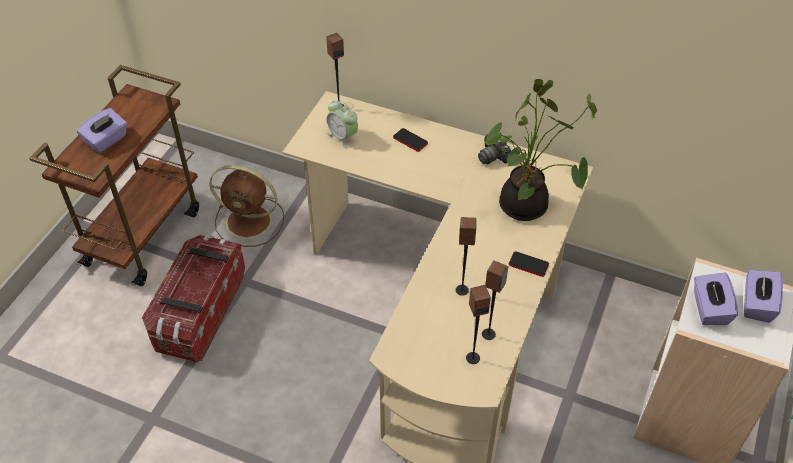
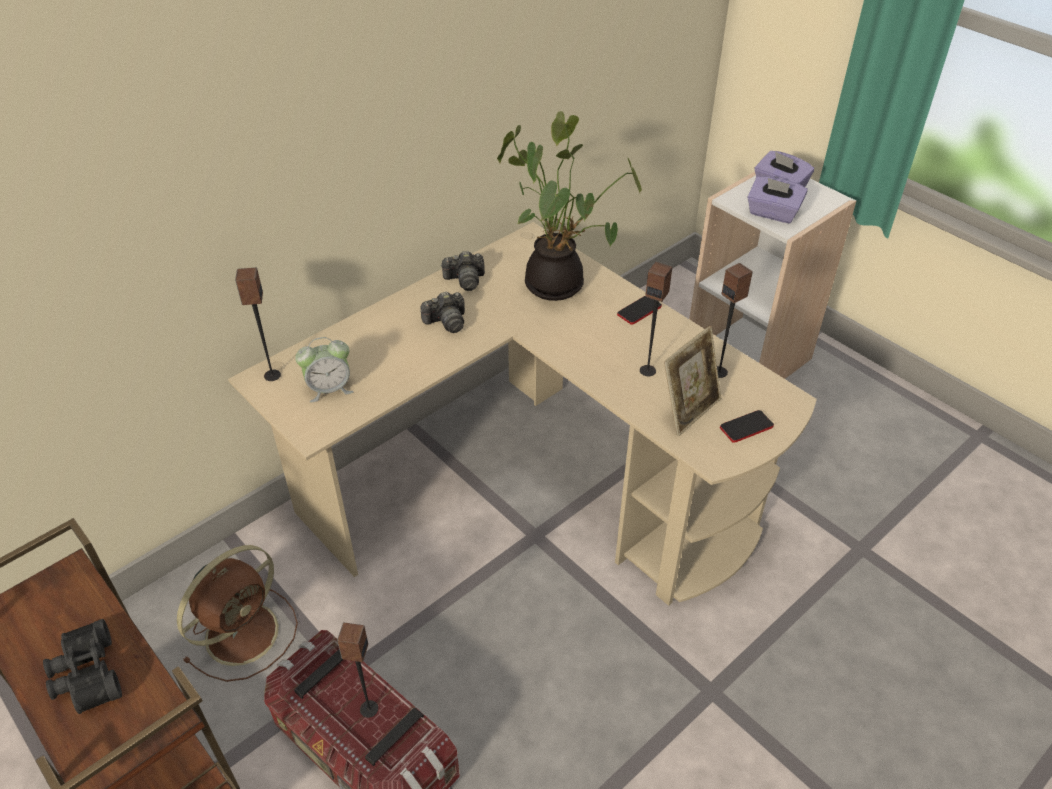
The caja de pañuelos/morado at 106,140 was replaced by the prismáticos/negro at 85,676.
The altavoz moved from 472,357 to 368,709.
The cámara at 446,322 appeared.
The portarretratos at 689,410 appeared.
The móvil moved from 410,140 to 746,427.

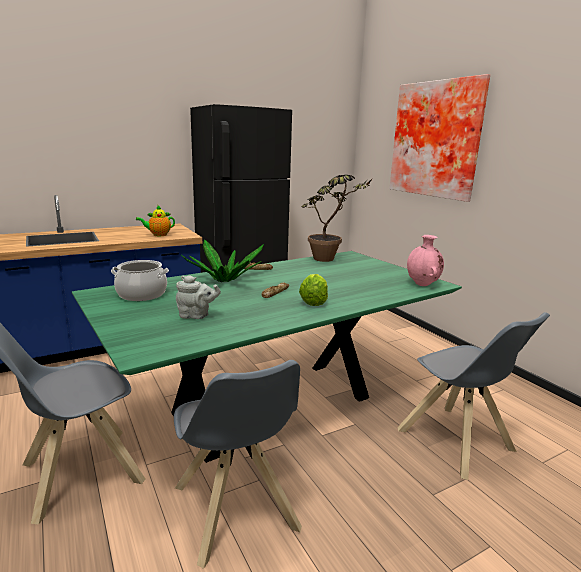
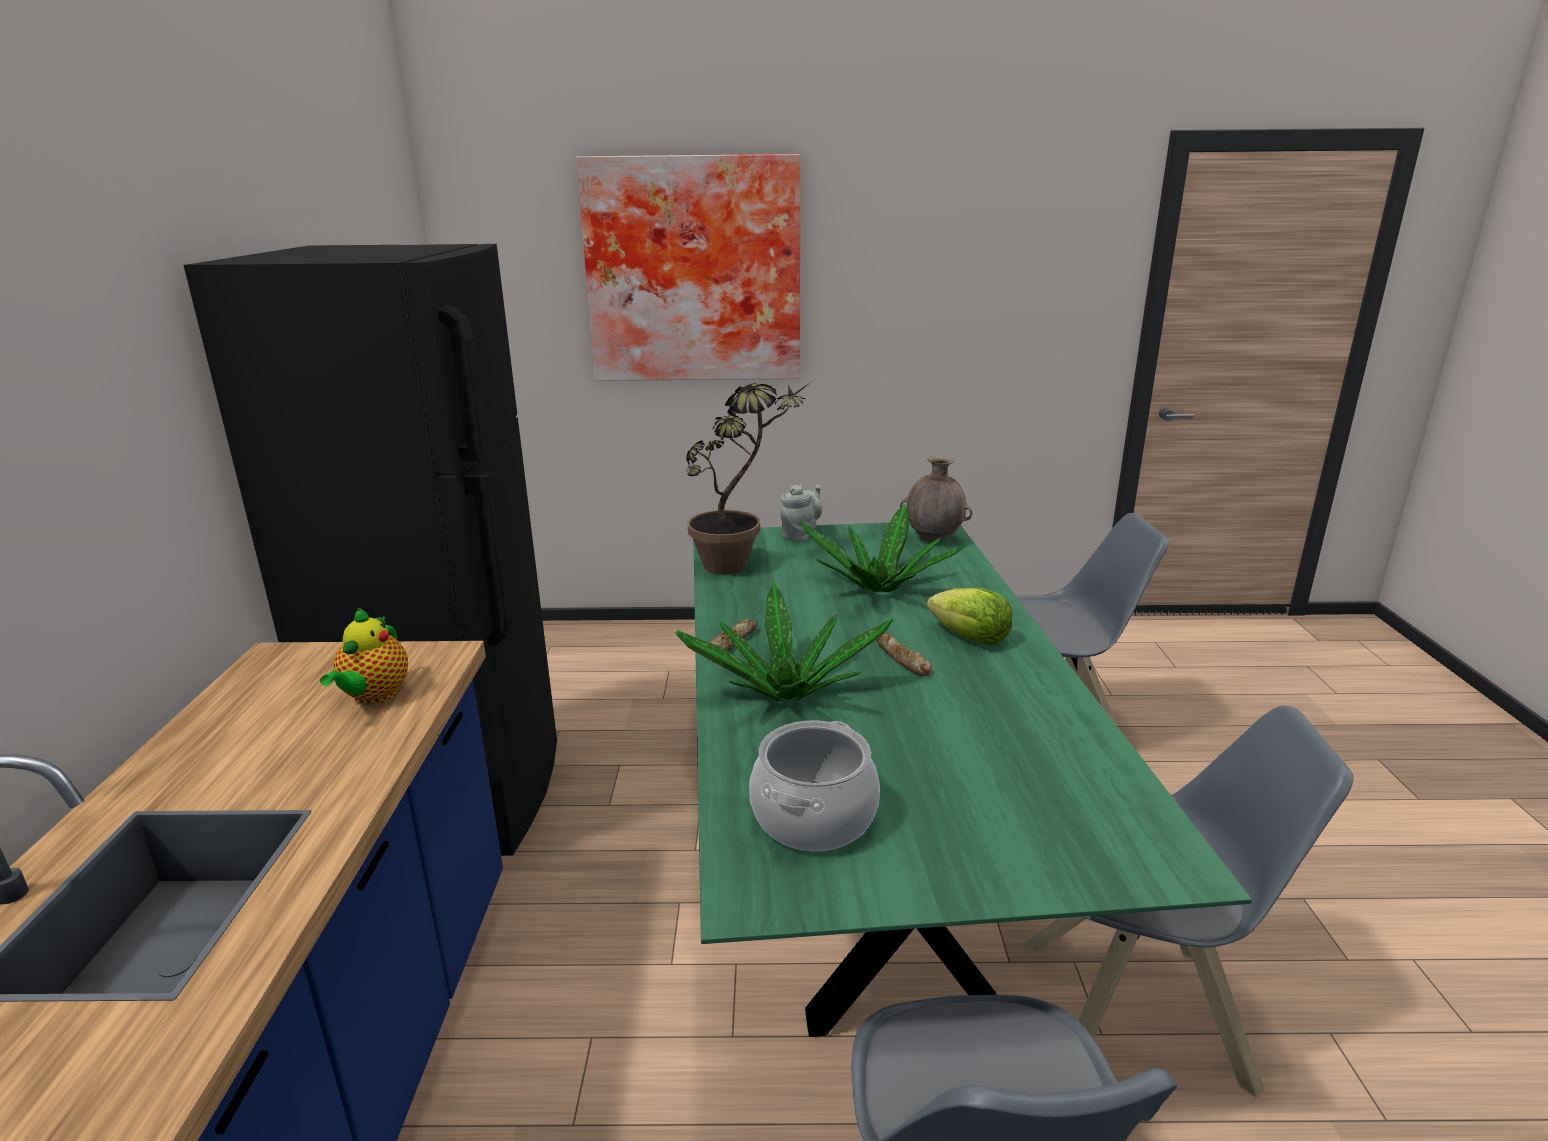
The tetera/gris moved from 196,316 to 801,534.
The planta en maceta at 878,588 appeared.
The florero/rosa at 422,284 became the florero/marrón at 934,539.

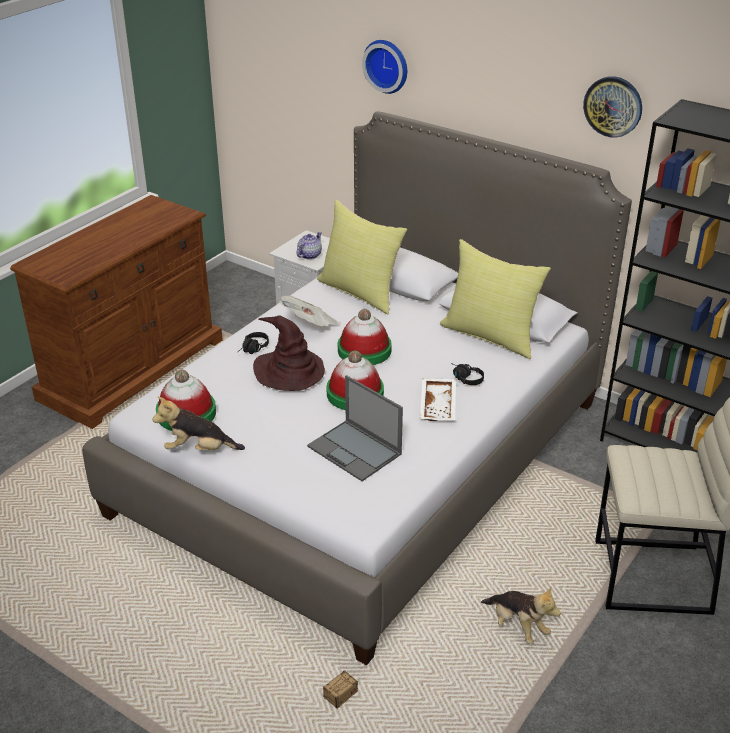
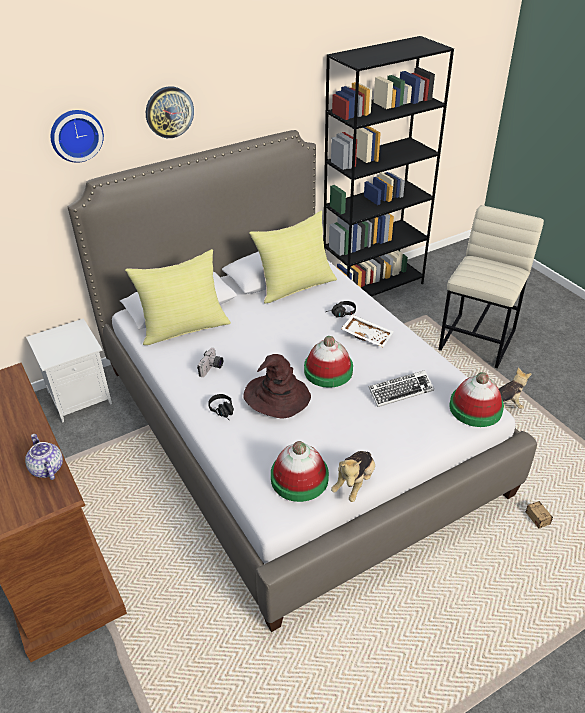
The tetera moved from 309,255 to 46,468.
The reloj de pared moved from 613,106 to 169,112.
The periódico at 310,325 was replaced by the cámara at 212,368.
The portátil at 355,451 was replaced by the teclado at 400,391.
The sombrero moved from 364,350 to 475,408.

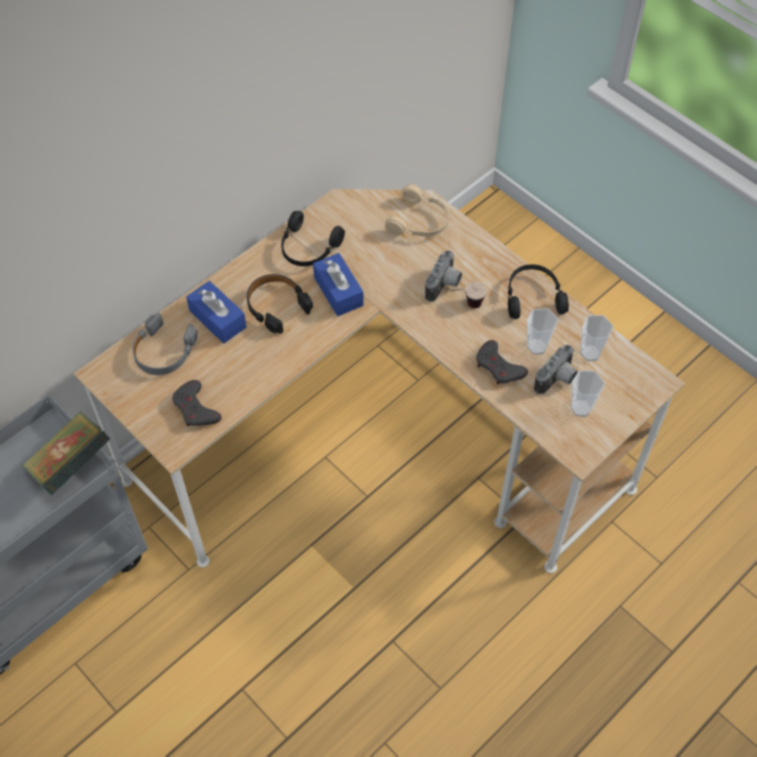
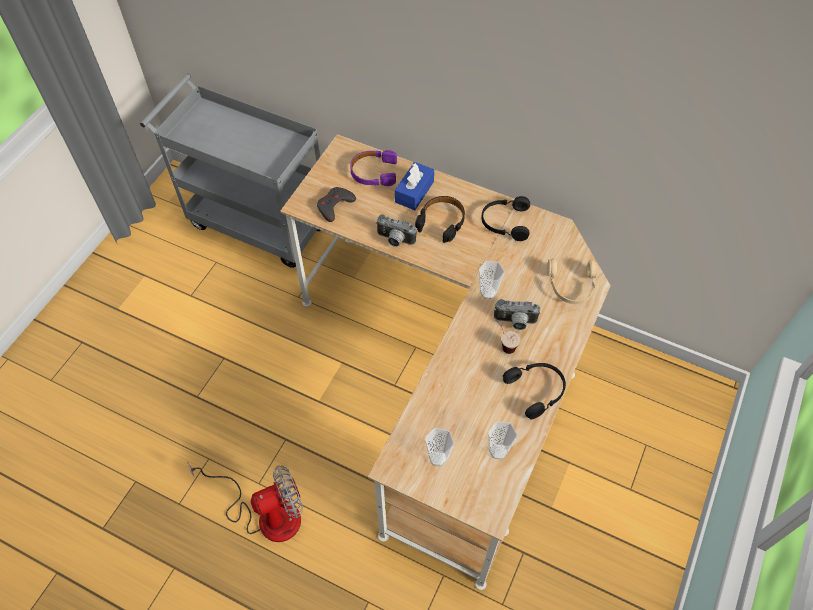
The ventilador at 266,513 appeared.
The auriculares/gris at 163,351 became the auriculares/morado at 373,172.
The cámara moved from 557,380 to 394,240.
The taza moved from 537,346 to 488,292.
The libro at 72,465 disappeared.
The caja de pañuelos/azul at 338,291 disappeared.
The mando de consola/gris at 499,367 disappeared.

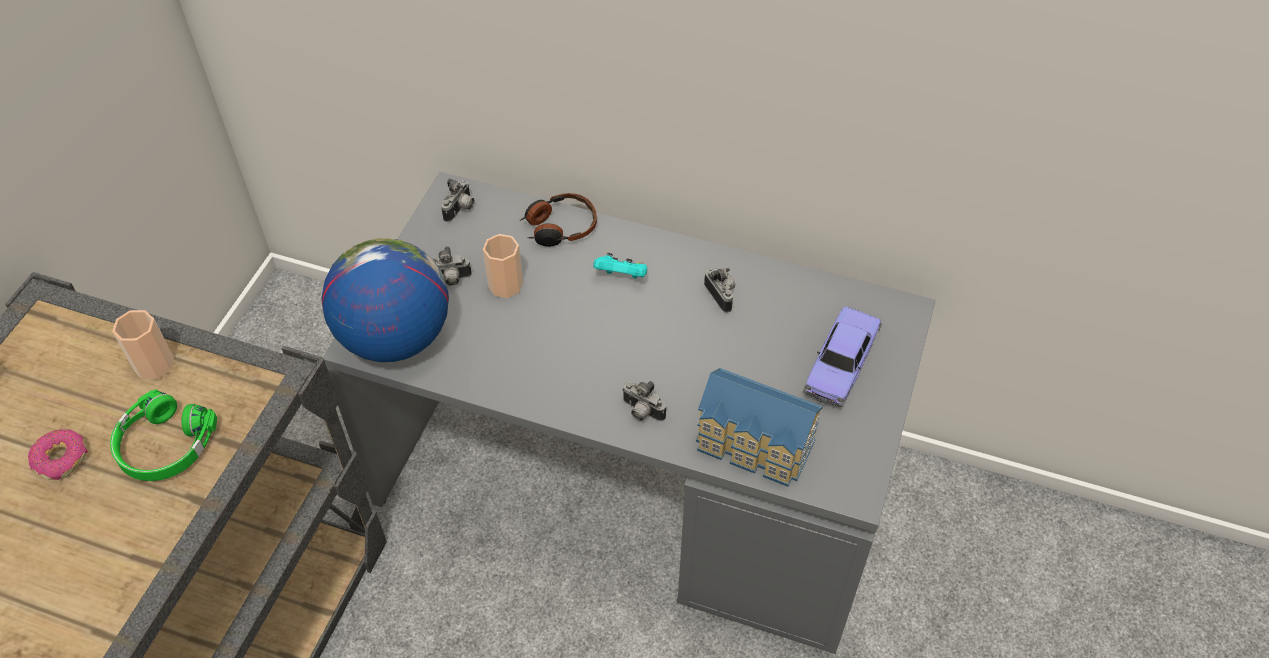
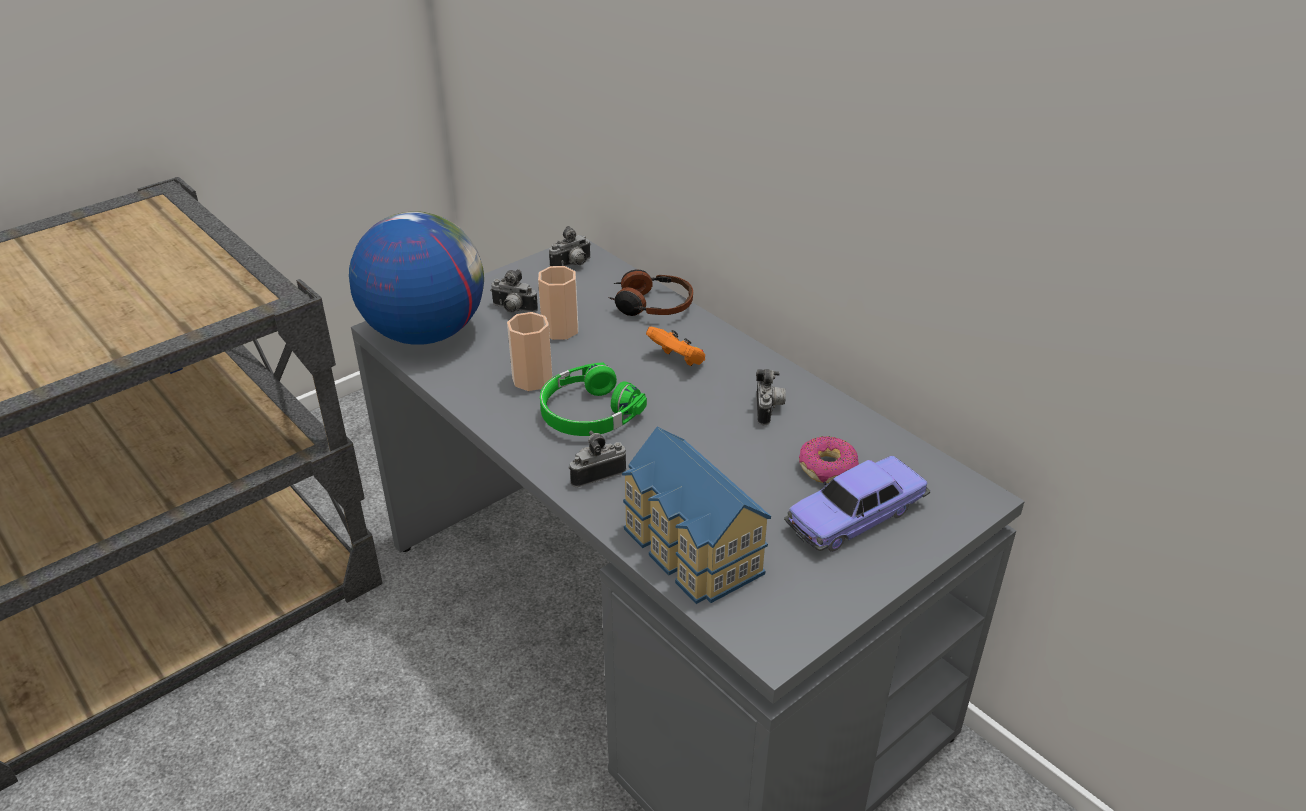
The taza moved from 154,364 to 532,379.
The auriculares/verde moved from 164,446 to 588,413.
The cámara at 641,412 turned 90 degrees clockwise.
The mando de consola/turquesa at 622,276 became the mando de consola/naranja at 677,360.
The rosquilla moved from 62,459 to 827,467.

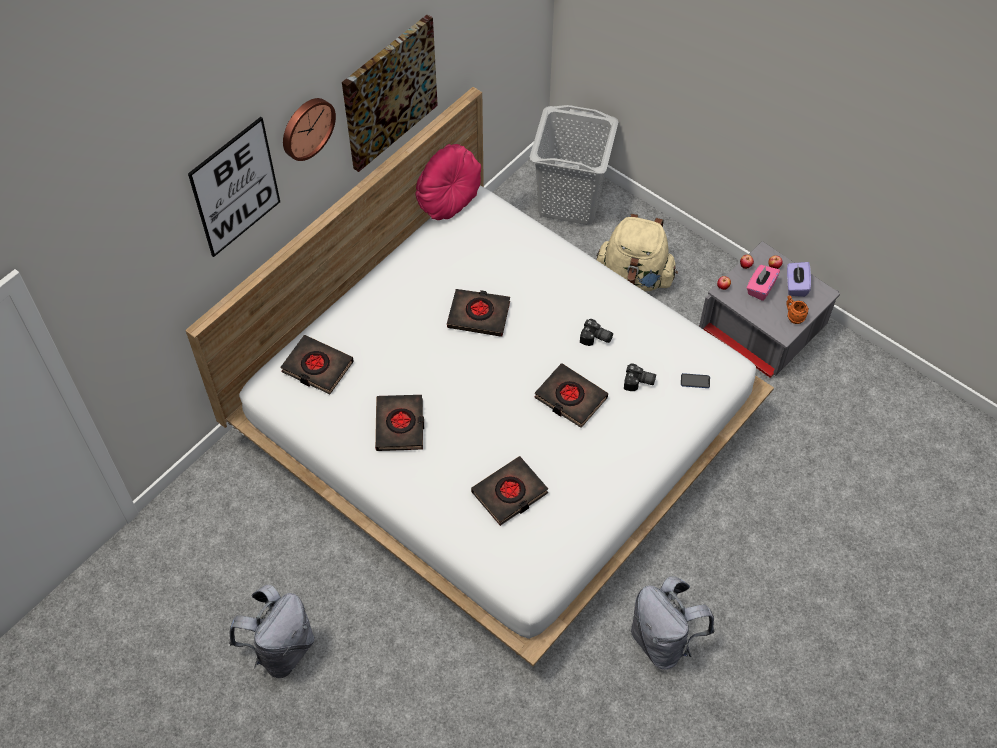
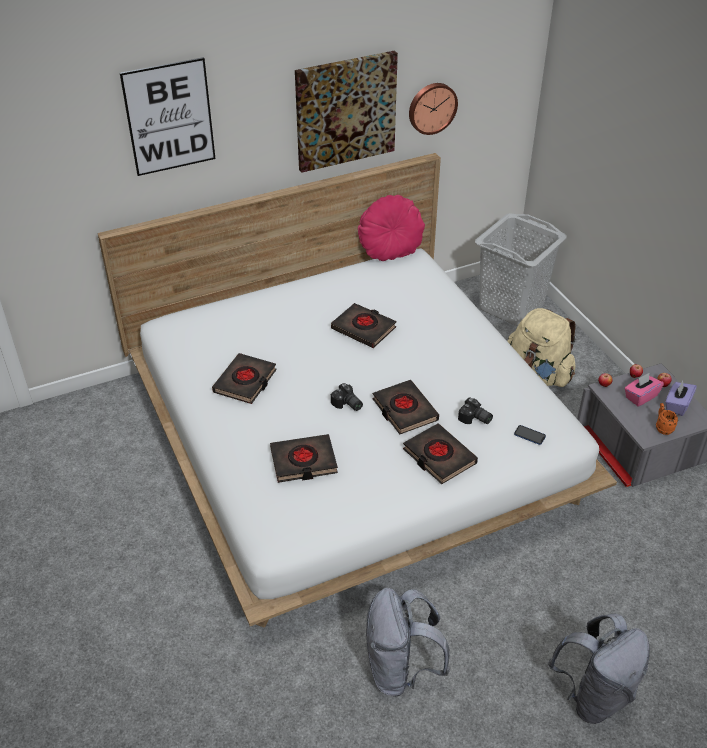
The cámara moved from 596,338 to 347,405.
The libro/negro moved from 317,367 to 439,457.
The reloj de pared moved from 306,127 to 431,107.
The mochila/gris moved from 281,649 to 594,695.

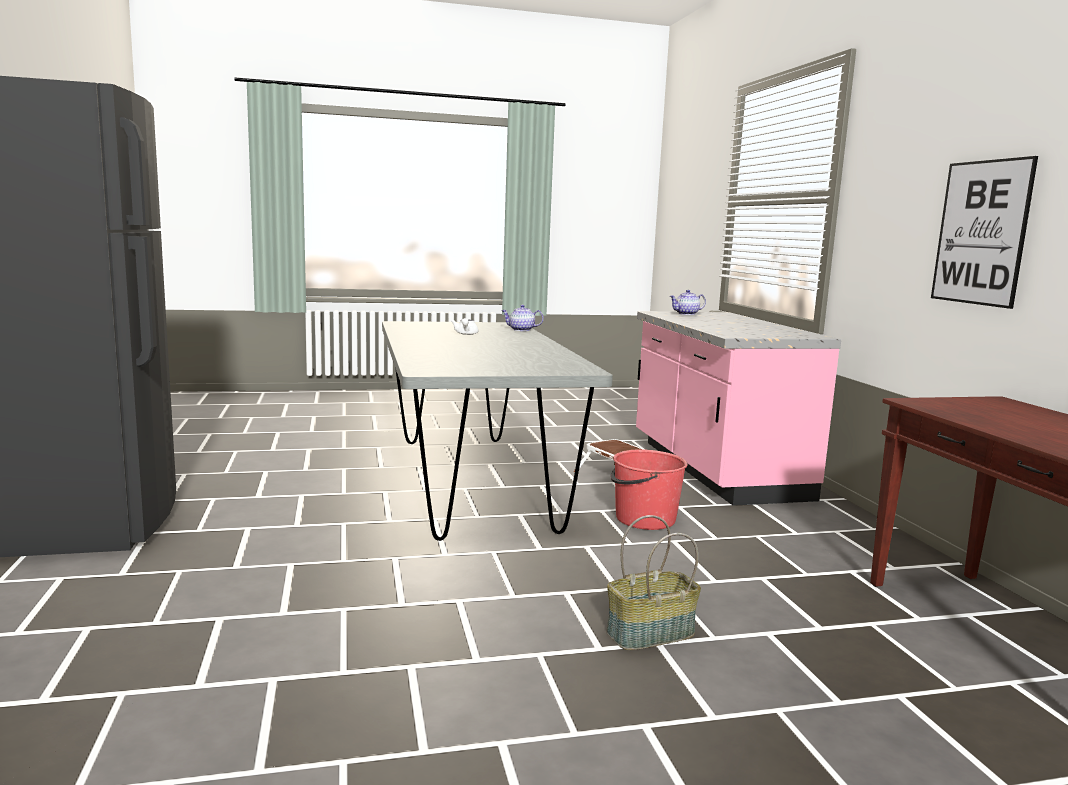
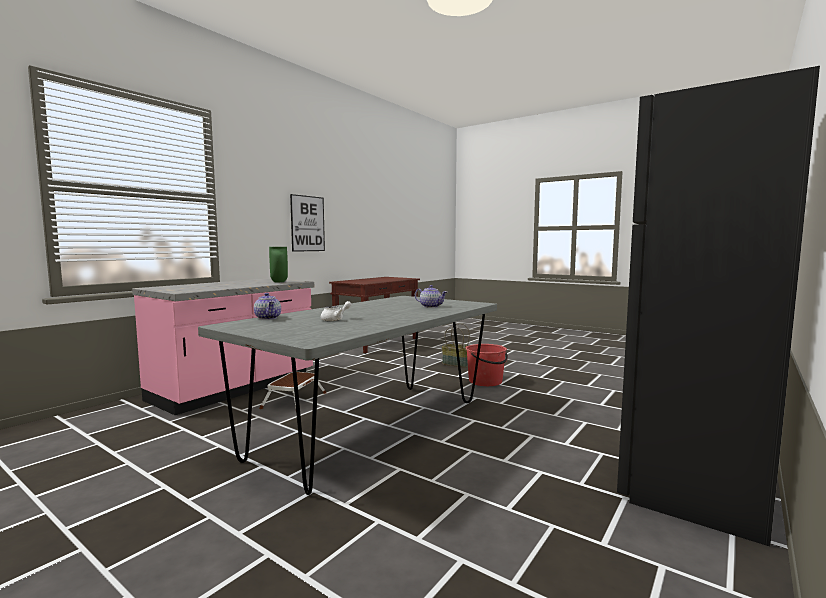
The florero/verde at 278,282 appeared.
The tetera moved from 686,314 to 431,306.
The cubo/rojo moved from 644,519 to 486,381.

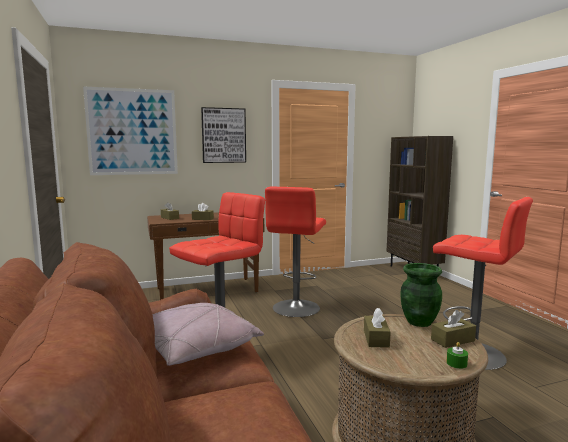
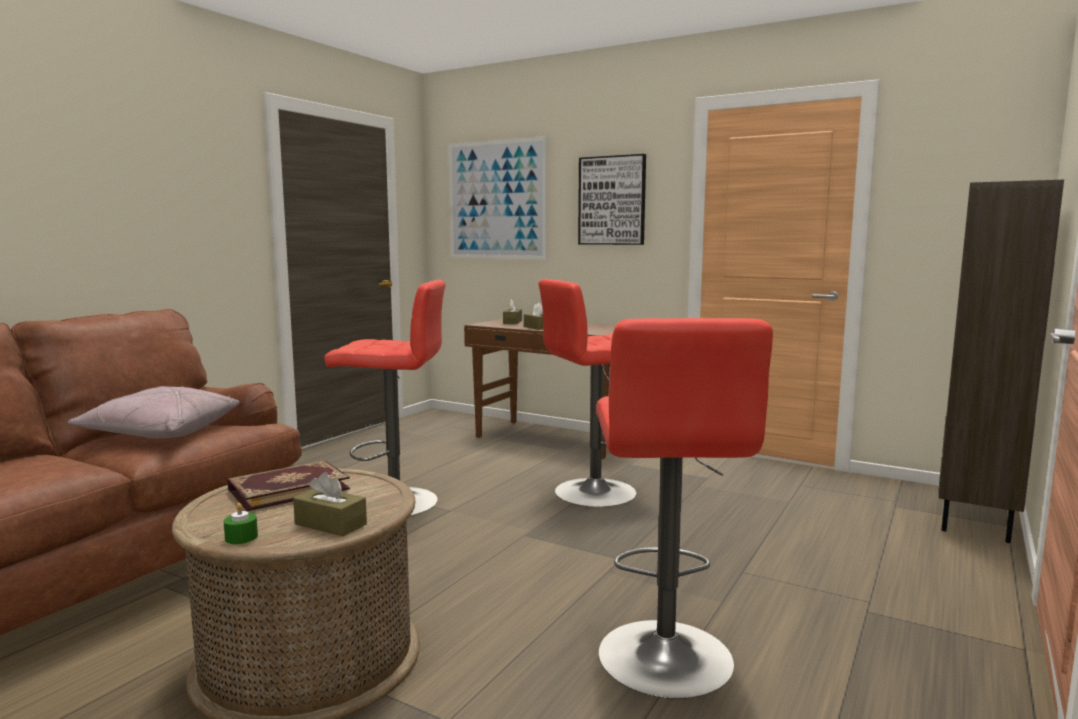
The caja de pañuelos/marrón at 376,338 was replaced by the libro at 288,488.
The florero/verde at 419,322 disappeared.

